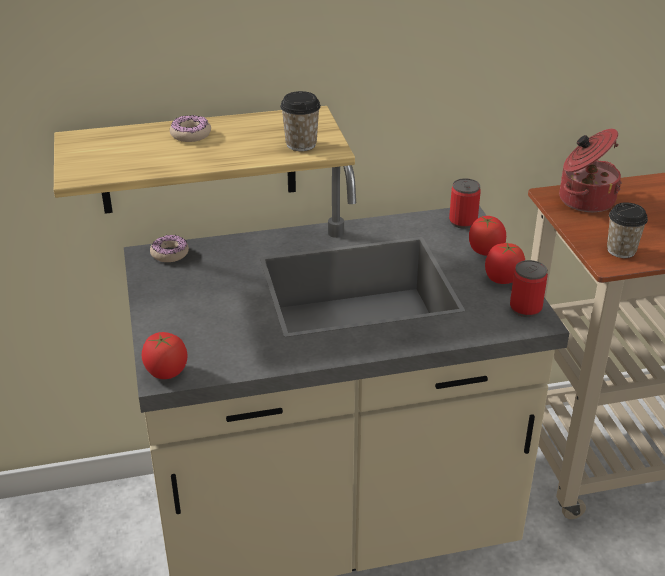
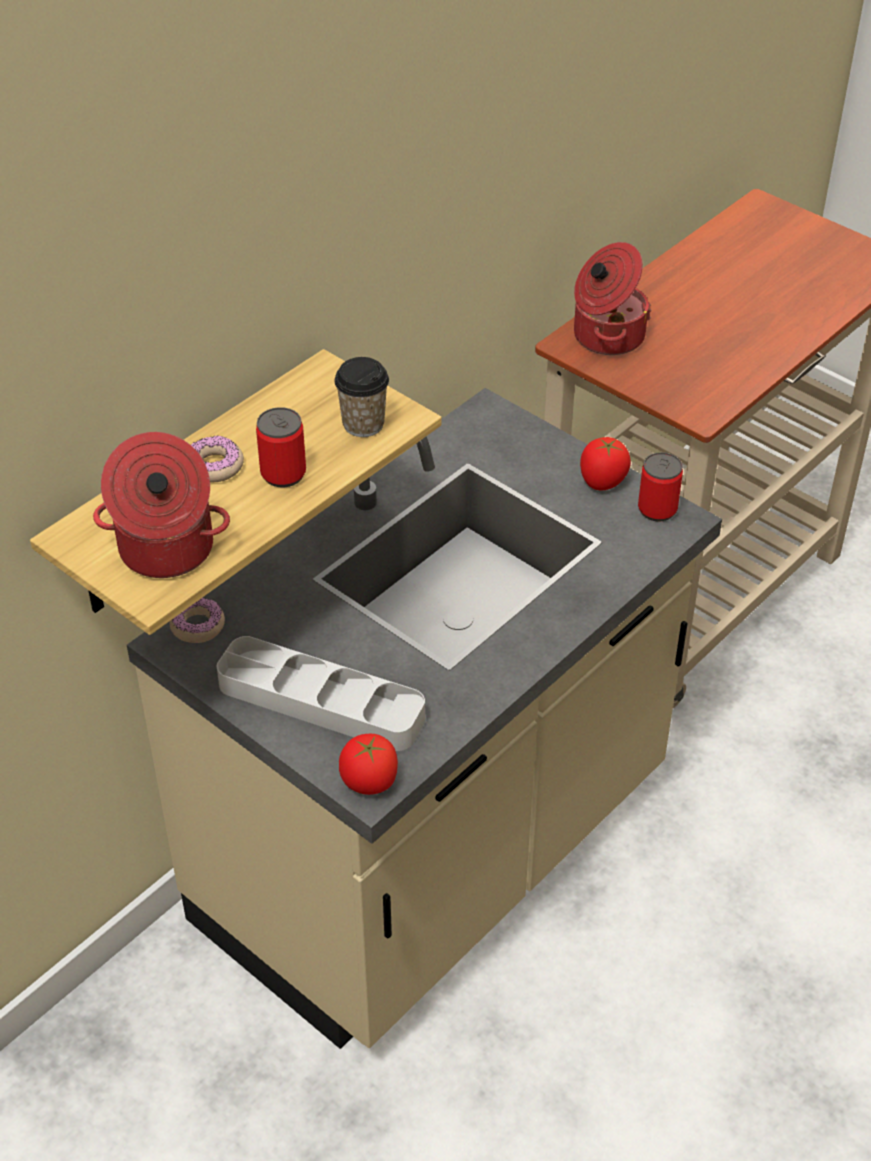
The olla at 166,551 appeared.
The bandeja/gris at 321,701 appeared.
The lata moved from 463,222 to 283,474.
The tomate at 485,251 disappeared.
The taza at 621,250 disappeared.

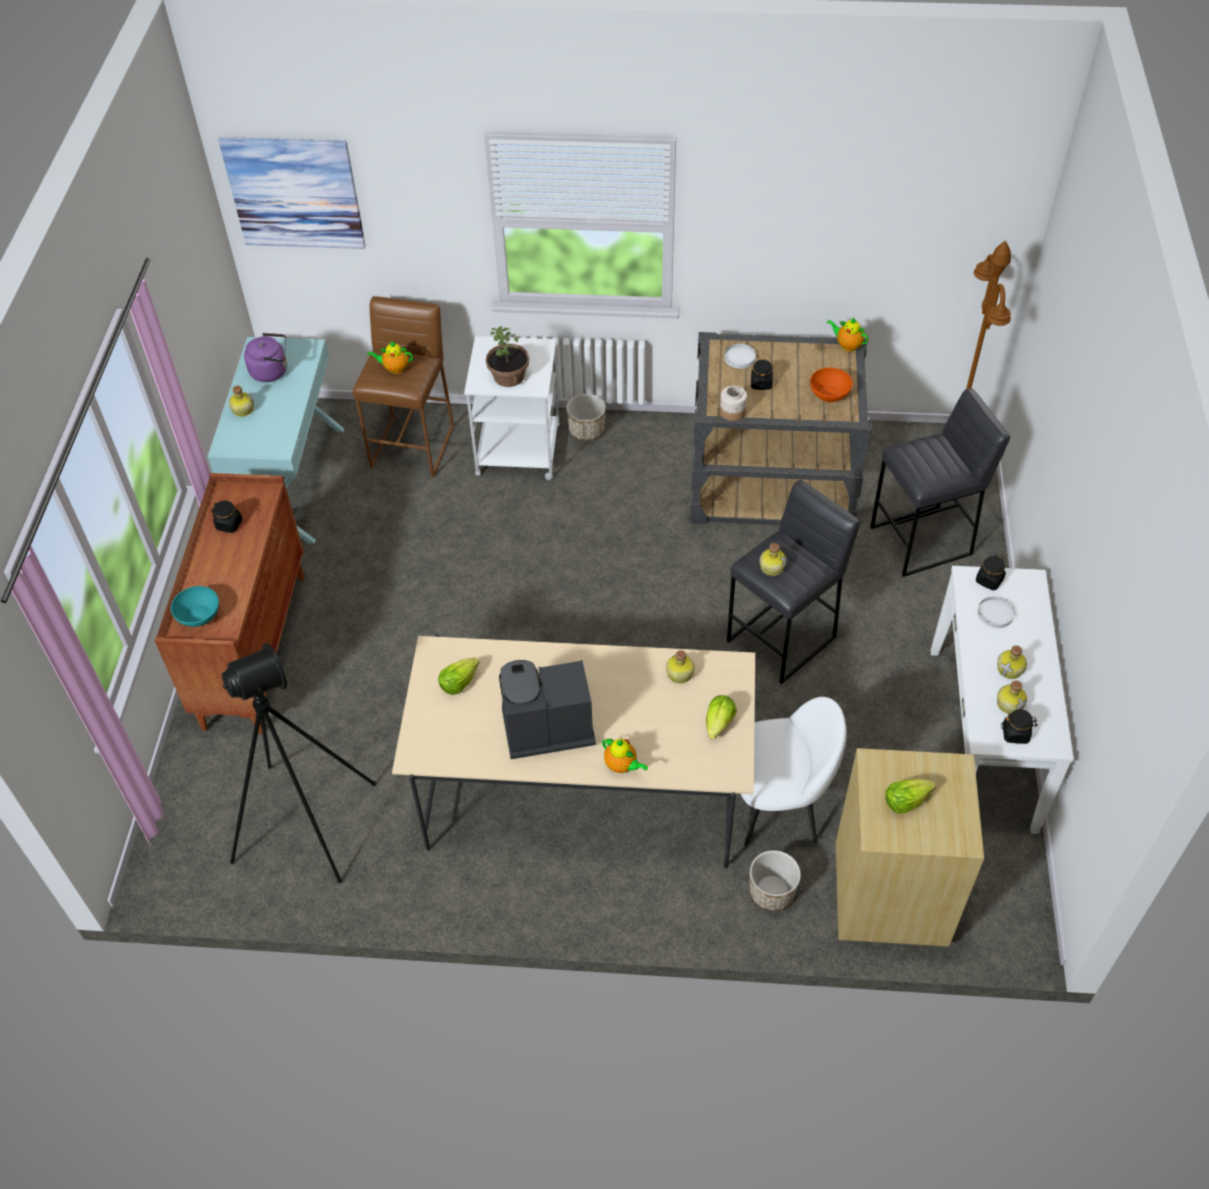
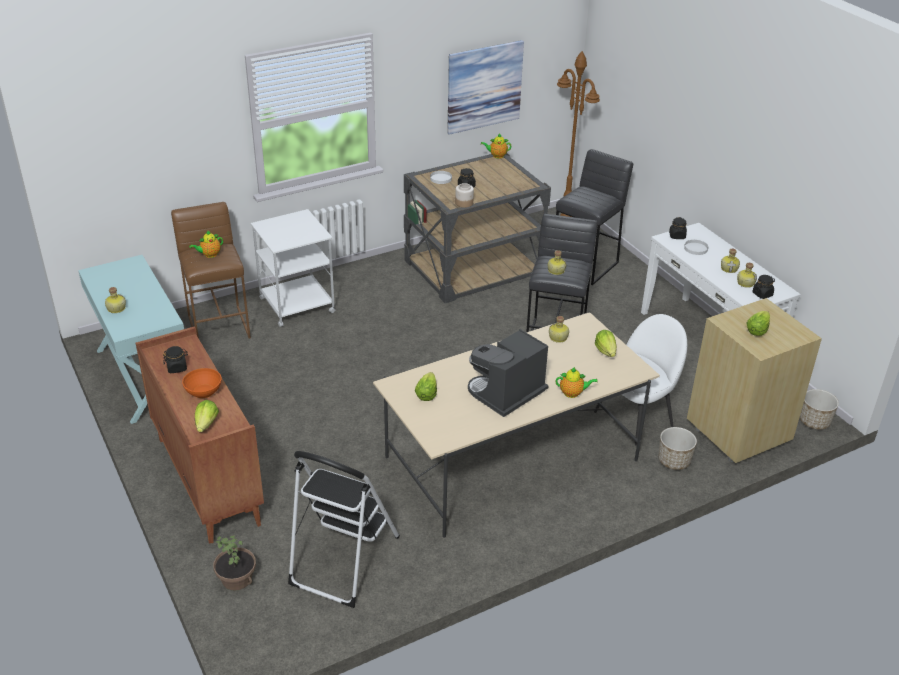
The cuenco/naranja moved from 829,394 to 203,392.
The cuenco/turquesa at 199,615 was replaced by the lechuga at 206,424.
The planta en maceta moved from 509,376 to 237,578.
The lámpara de pie/negro at 305,822 was replaced by the escalera de tijera at 342,562.
The cuadro moved from 295,192 to 484,86.
The maceta moved from 586,431 to 814,421.
The hervidor/morado at 272,371 disappeared.

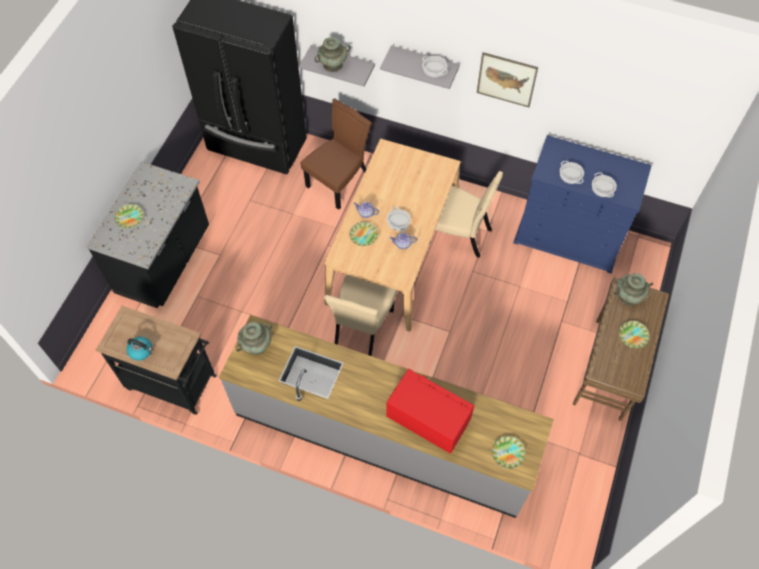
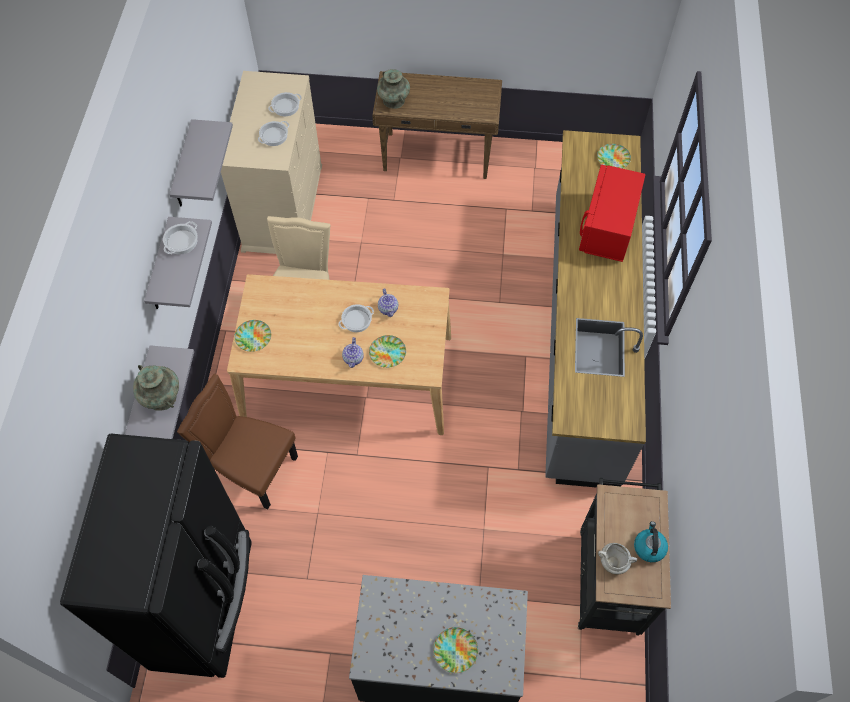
The cuadro at 506,79 was replaced by the estante/gris at 184,167.
The cómoda/azul at 569,237 became the cómoda/beis at 283,207.
The plato moved from 633,335 to 253,337.
The olla/blanco at 614,561 appeared.
The florero/turquesa at 256,345 disappeared.
The silla/beis at 362,326 disappeared.

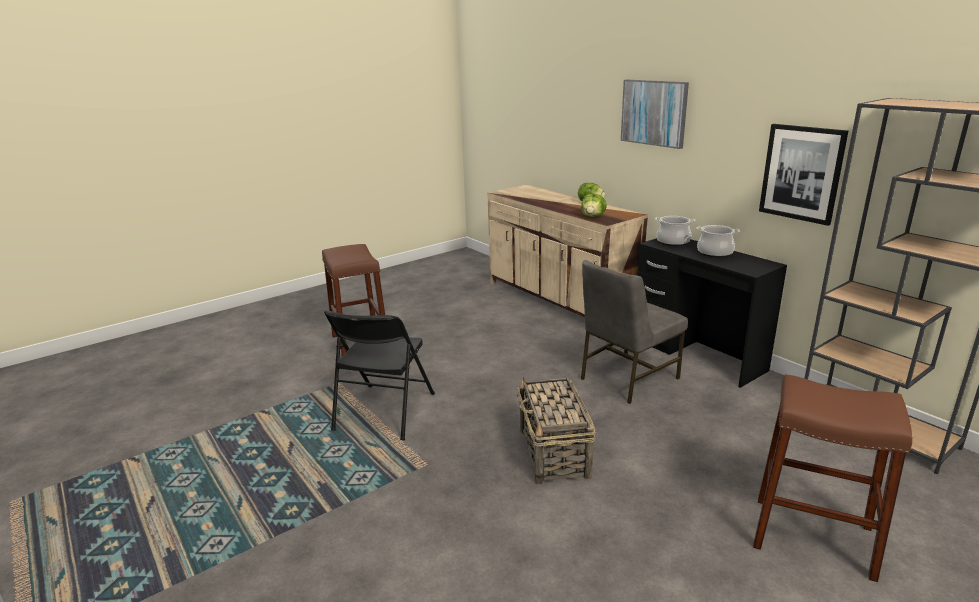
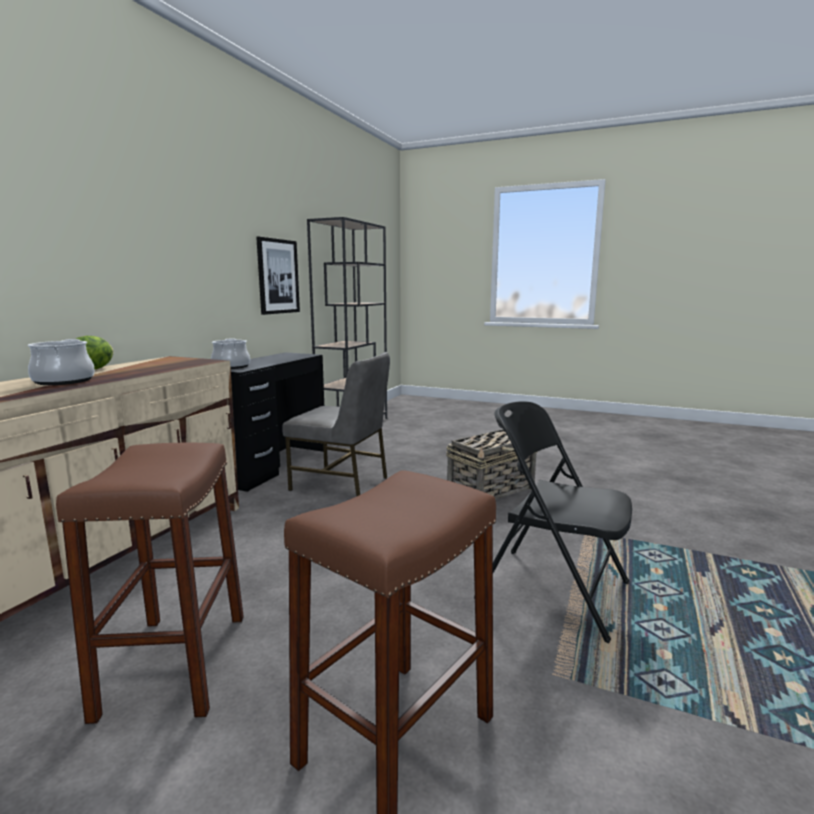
The olla moved from 714,253 to 64,381.
The taburete/marrón moved from 813,537 to 175,663.
The silla/negro at 384,411 turned 135 degrees counterclockwise.
The lechuga at 593,217 disappeared.
The cuadro at 654,113 disappeared.

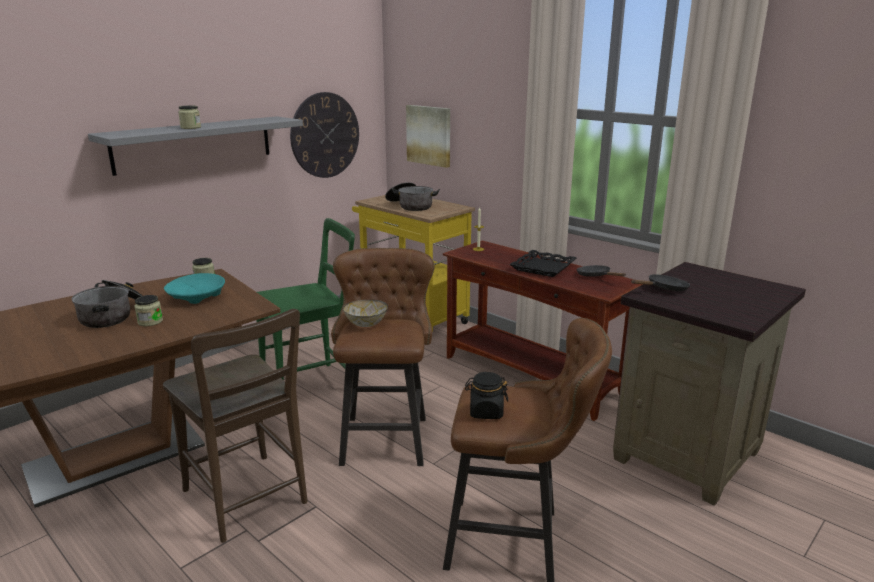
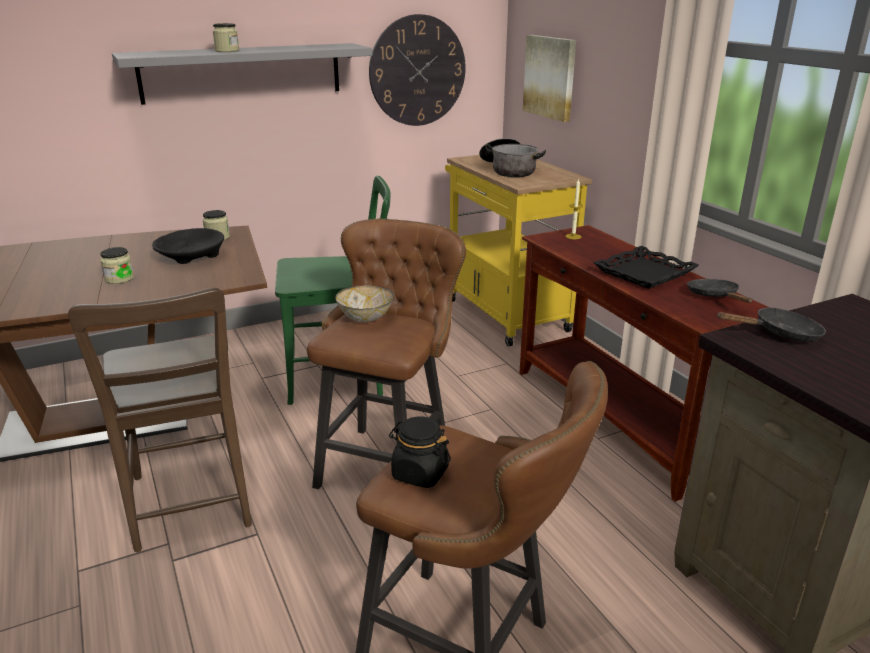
The cuenco/turquesa at 197,297 became the cuenco/negro at 192,257.
The olla at 114,315 disappeared.

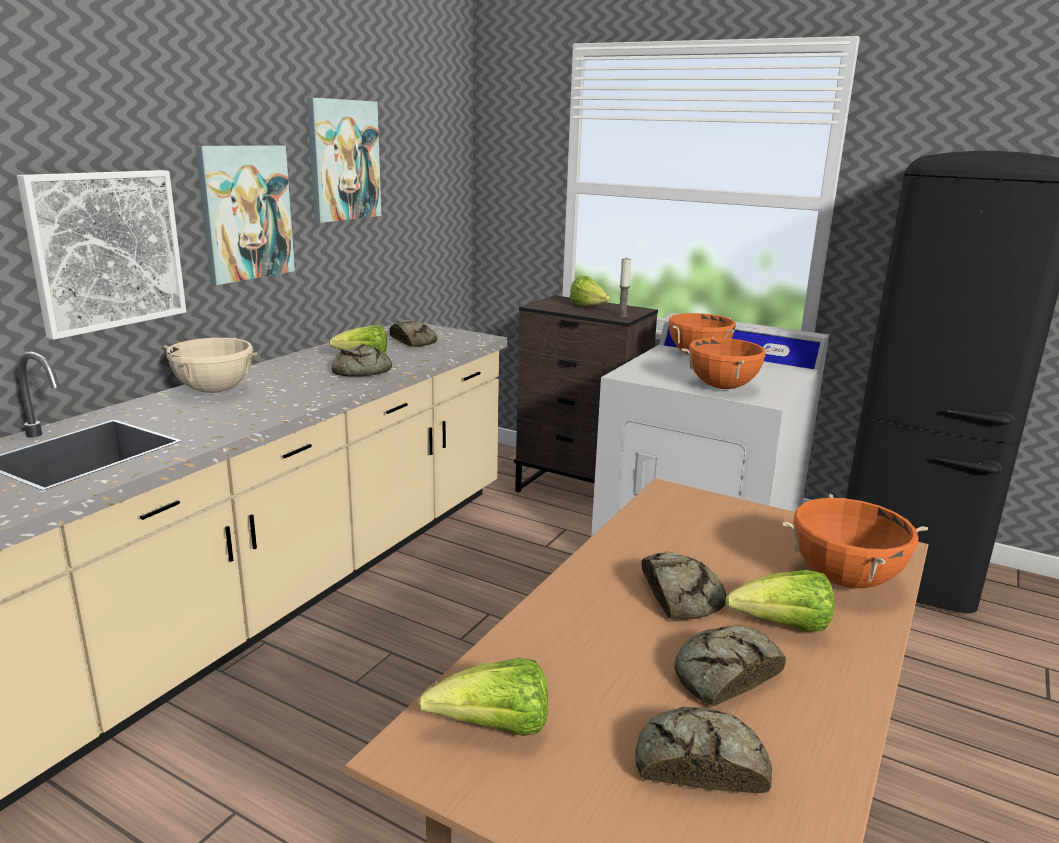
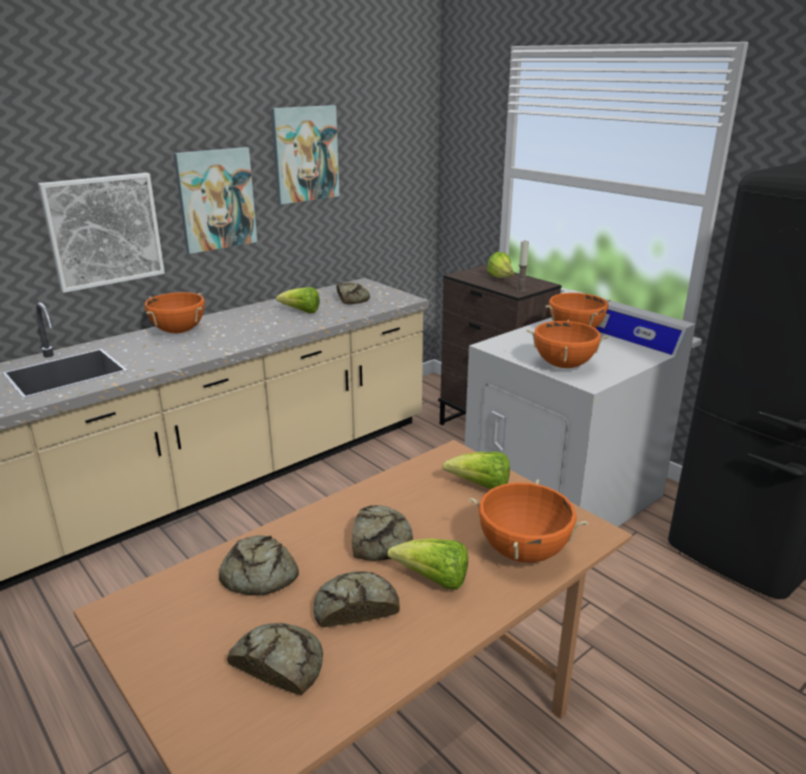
The olla/beis at 214,391 became the olla/naranja at 178,331.
The pan moved from 360,371 to 257,575.
The lechuga moved from 494,728 to 481,486.

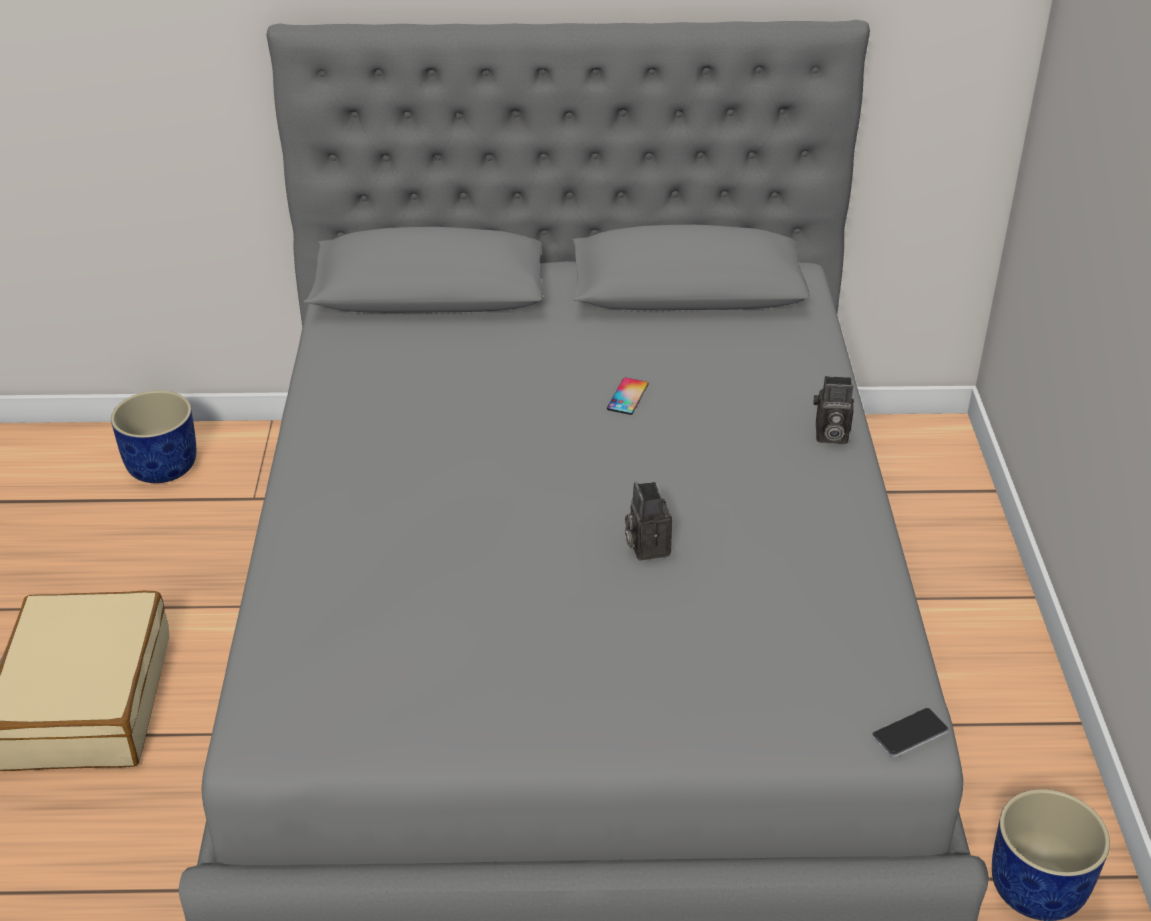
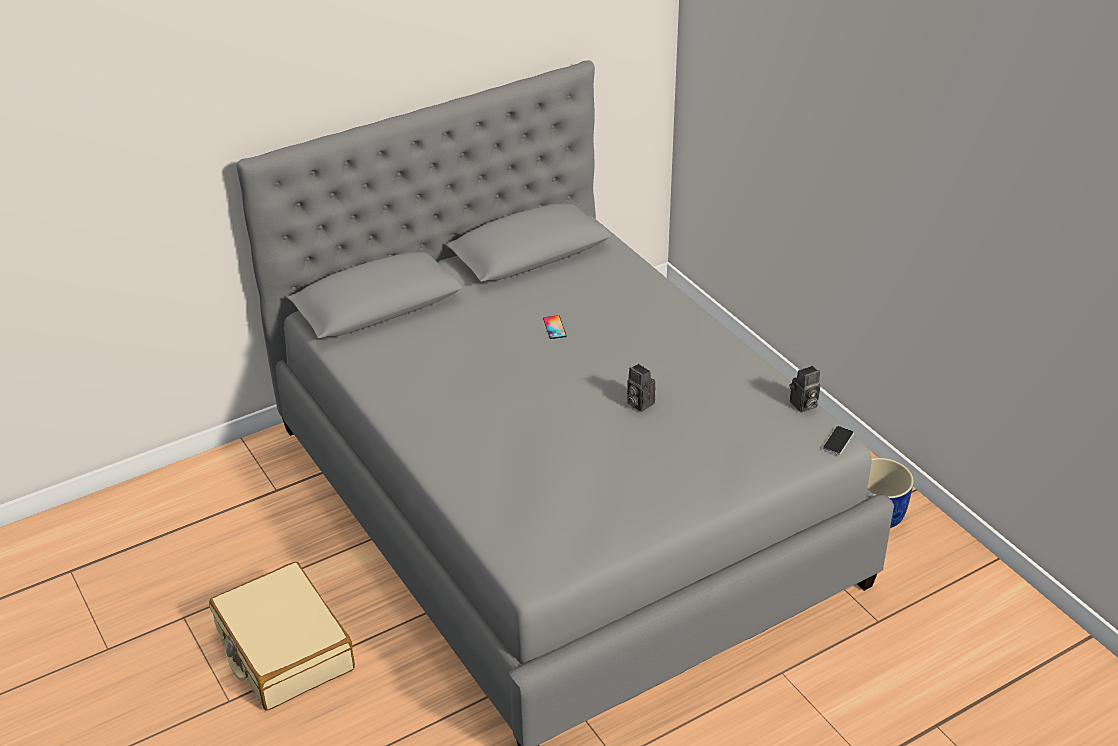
The cámara moved from 829,435 to 803,405.
The maceta/azul at 163,466 disappeared.

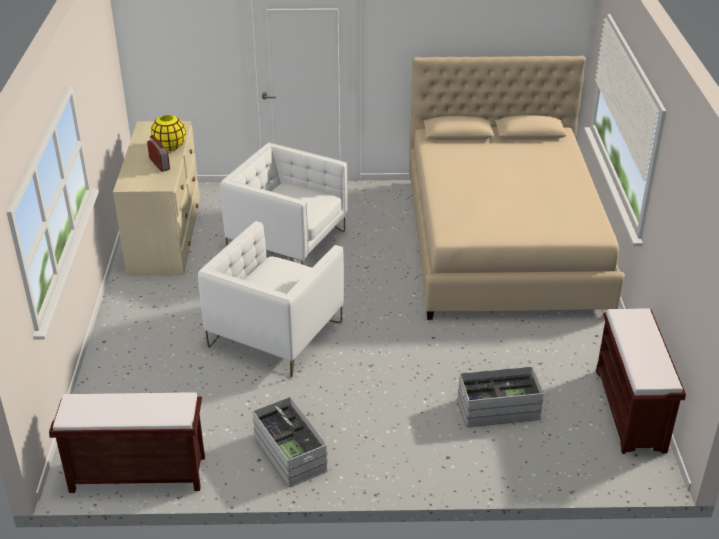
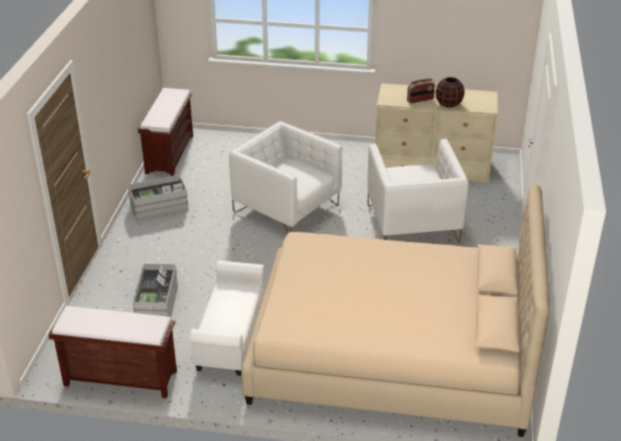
The puf/blanco at 231,336 appeared.
The sillón/blanco at 287,242 turned 135 degrees clockwise.
The florero/amarillo at 170,147 became the florero/negro at 448,104.

